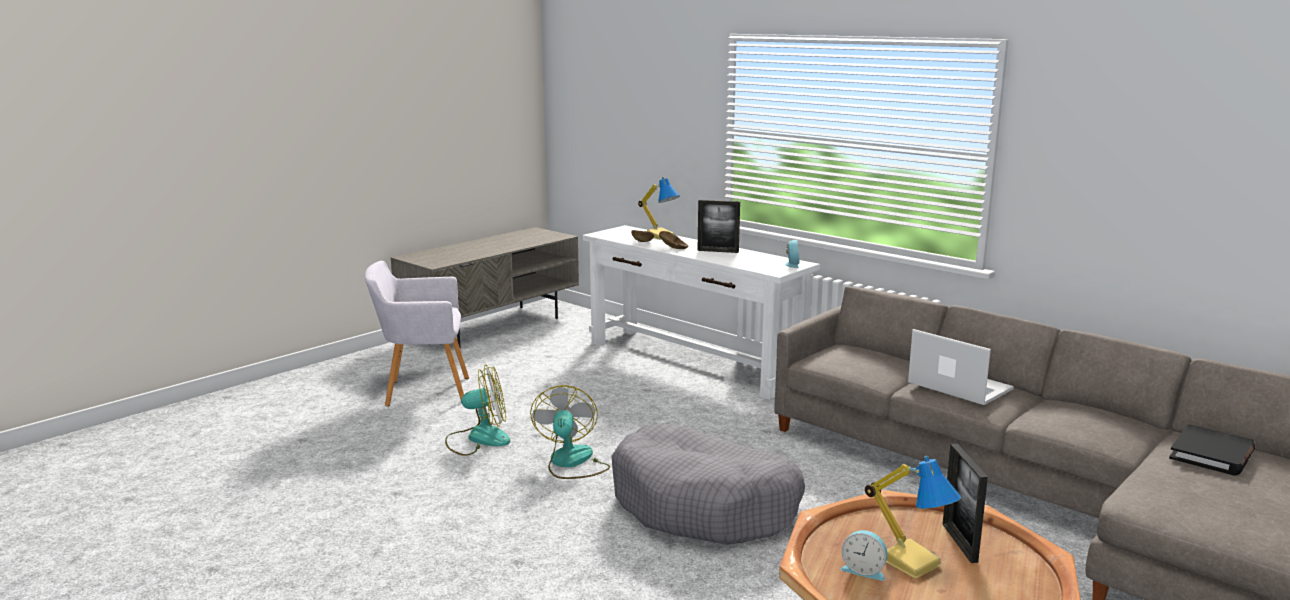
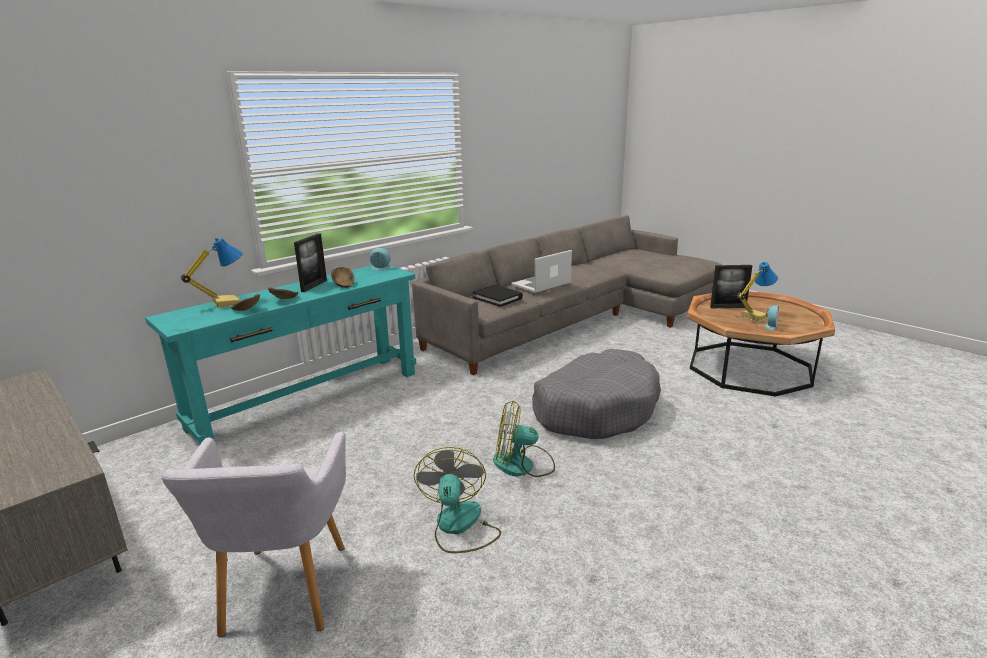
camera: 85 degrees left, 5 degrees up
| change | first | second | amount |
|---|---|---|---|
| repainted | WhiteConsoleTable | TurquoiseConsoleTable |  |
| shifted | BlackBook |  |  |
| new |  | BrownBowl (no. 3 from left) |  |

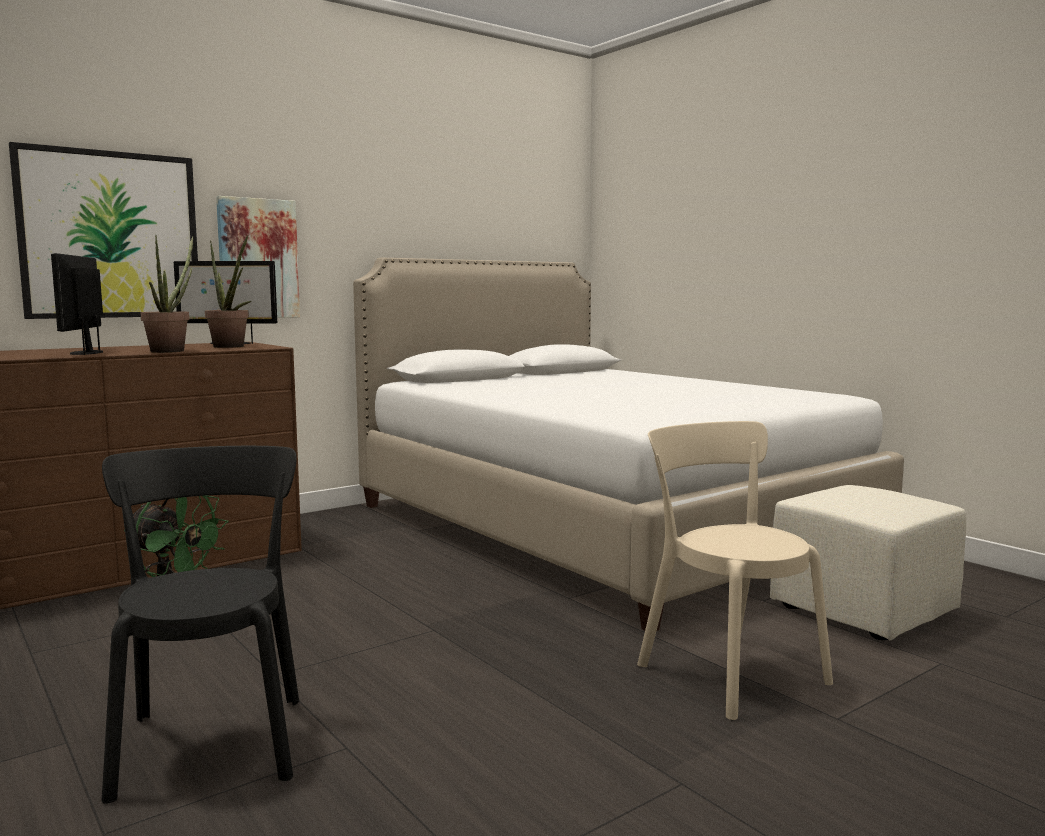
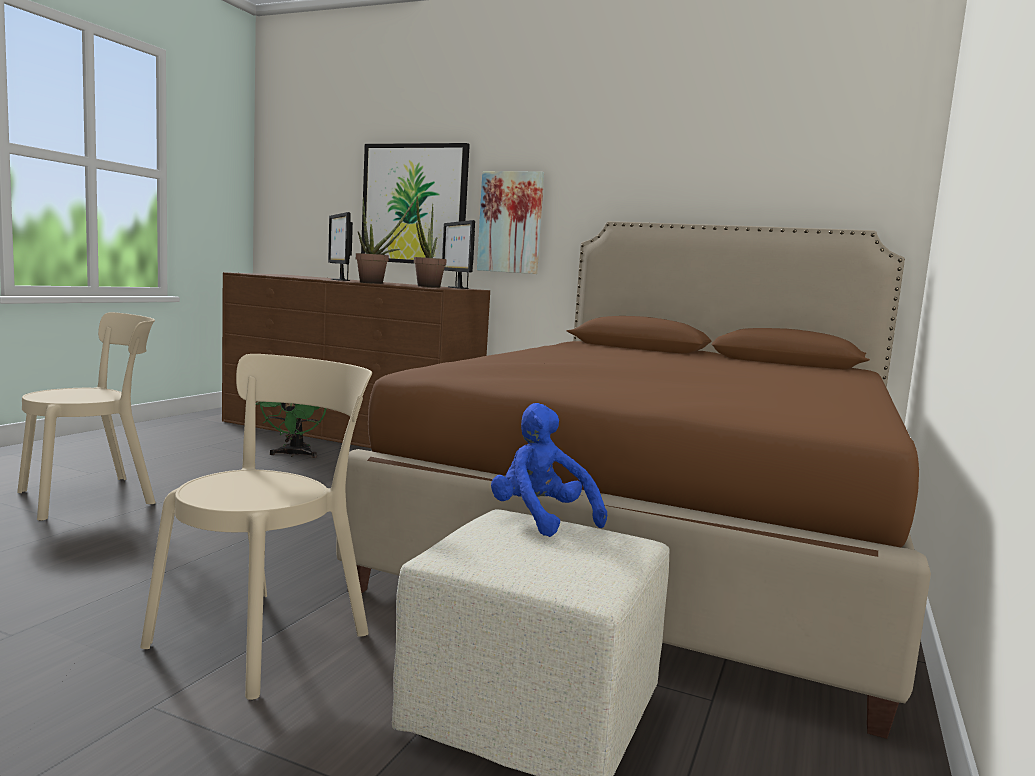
camera: 60 degrees right, 0 degrees up
| change | first | second | amount |
|---|---|---|---|
| rotated | Monitor (no. 1 from left) |  | 75 degrees counterclockwise |
| repainted | WhiteBed | BrownBed |  |
| repainted | BlackChair | BeigeChair (no. 1 from left) |  |
| new |  | BluePlushToy |  |

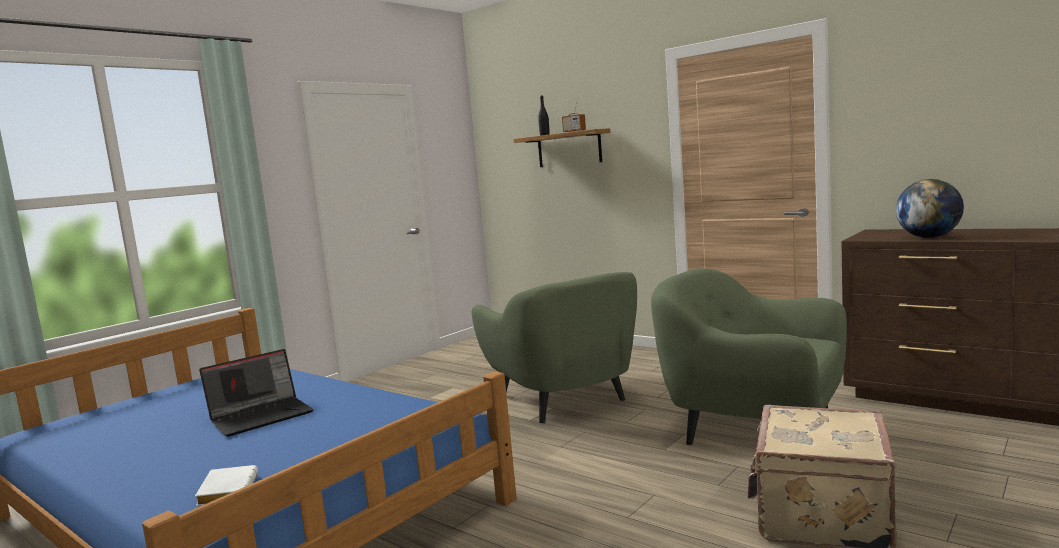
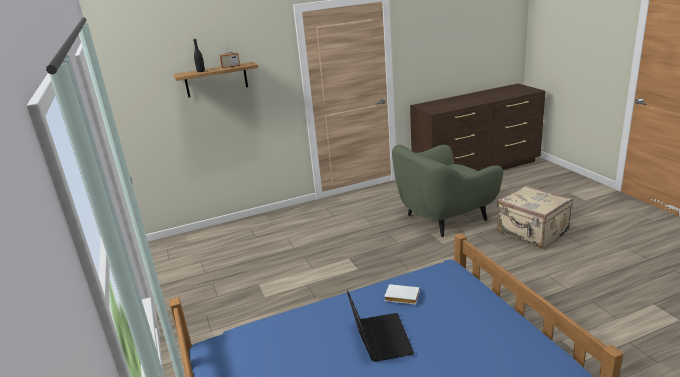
camera: 60 degrees left, 15 degrees up
| change | first | second | amount |
|---|---|---|---|
| gone | Globe |  |  |
| gone | GreenArmchair (no. 1 from left) |  |  |
| shifted | WhiteBook |  |  |

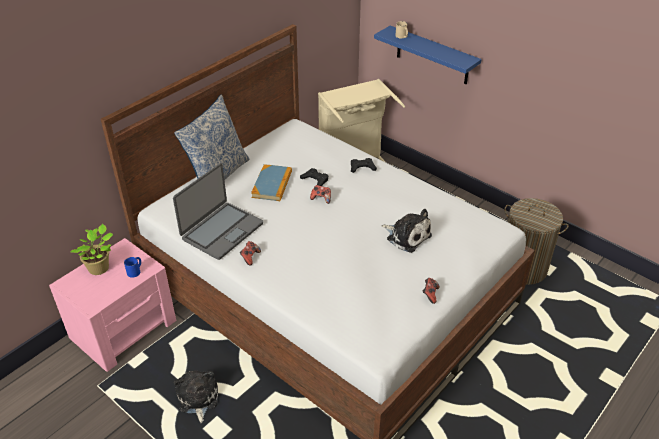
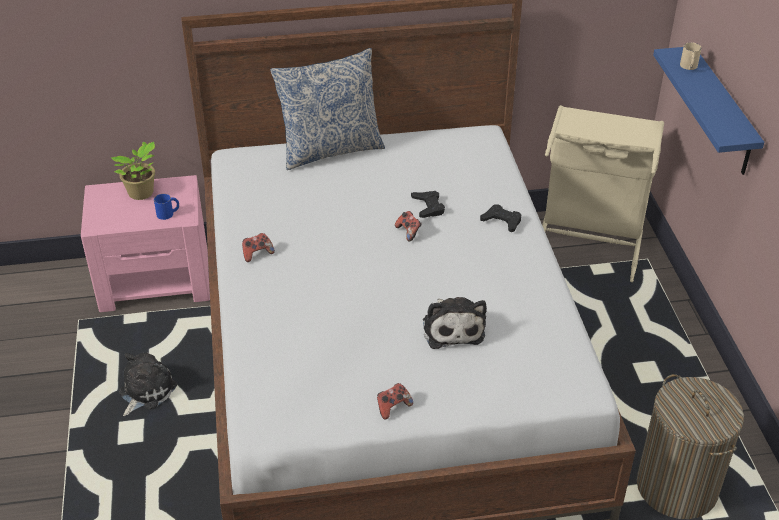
camera: 40 degrees right, 0 degrees up
| change | first | second | amount |
|---|---|---|---|
| gone | Laptop |  |  |
| gone | Book |  |  |

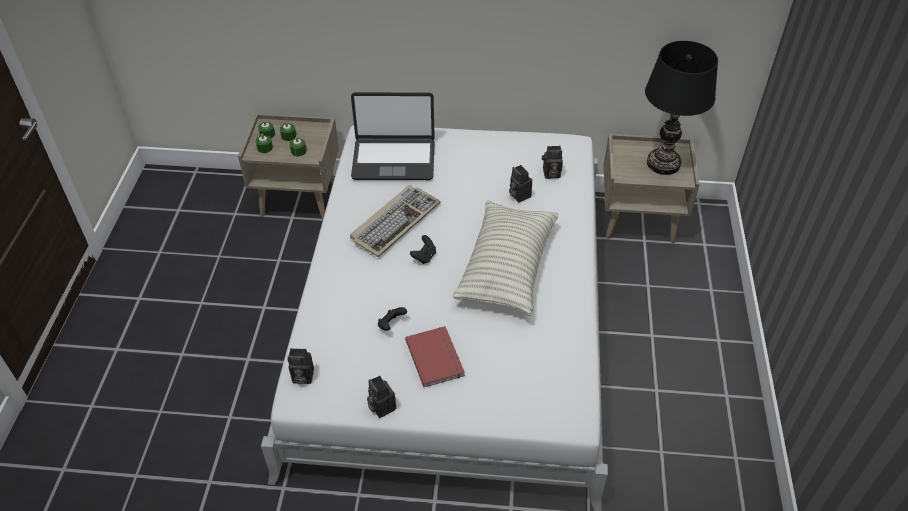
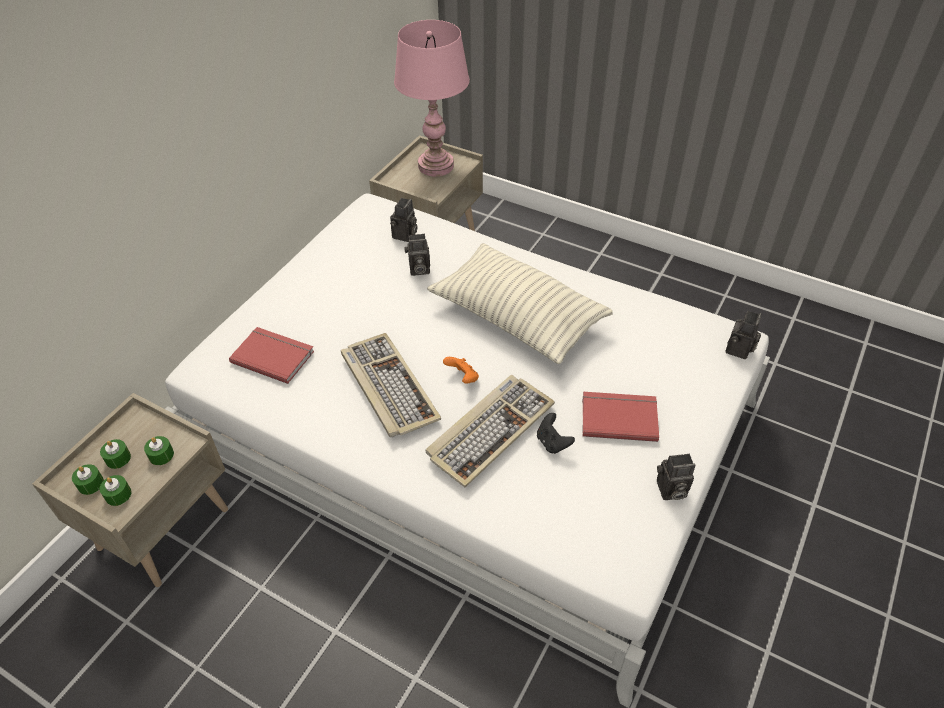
camera: 65 degrees left, 0 degrees up
| change | first | second | amount |
|---|---|---|---|
| repainted | BlackTableLamp | PinkTableLamp |  |
| swapped | Laptop | RedBook (no. 1 from left) |  |
| repainted | BlackGameController (no. 2 from left) | OrangeGameController |  |
| shifted | PhotoCamera (no. 1 from left in the first image) | PhotoCamera (no. 4 from left) |  |
| new |  | Keyboard (no. 2 from left) |  |

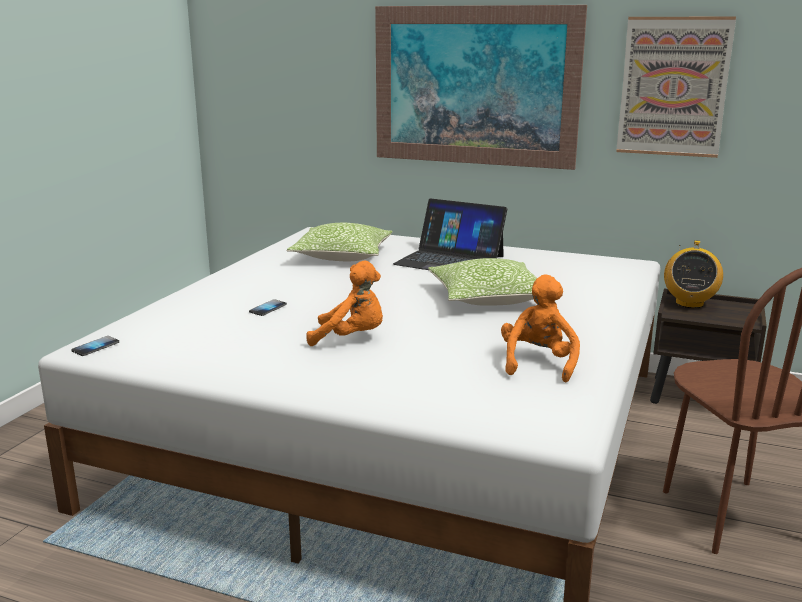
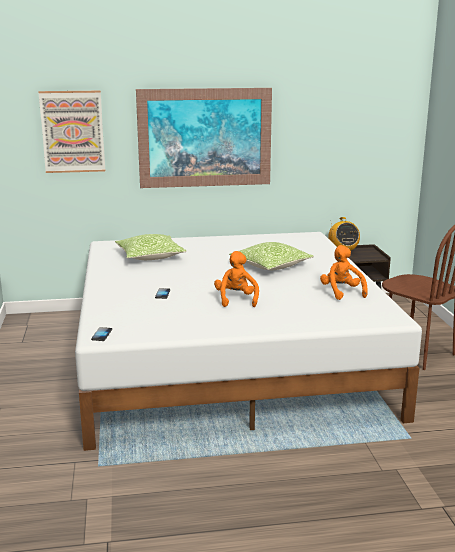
camera: 30 degrees left, 0 degrees up
| change | first | second | amount |
|---|---|---|---|
| shifted | Picture (no. 2 from left in the first image) | Picture (no. 1 from left) |  |
| gone | Laptop |  |  |
| rotated | OrangePlushToy (no. 1 from left) |  | 75 degrees counterclockwise |

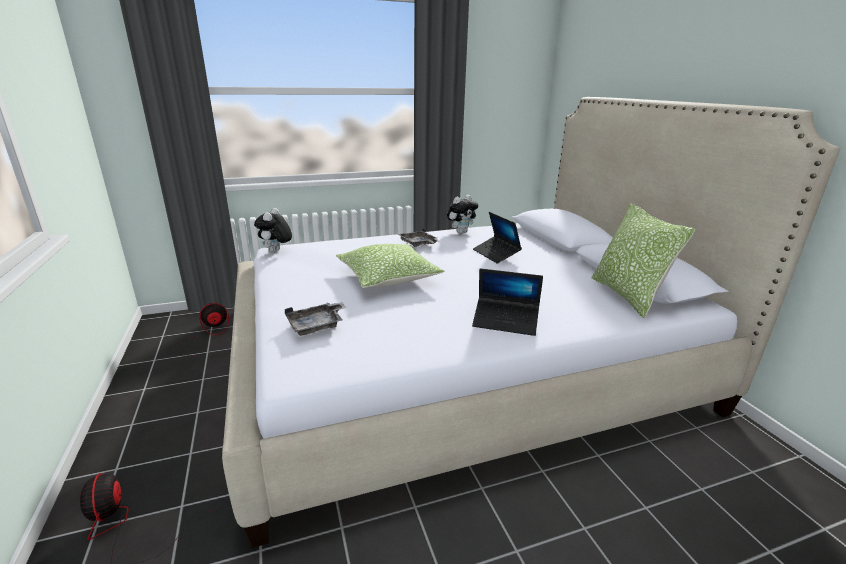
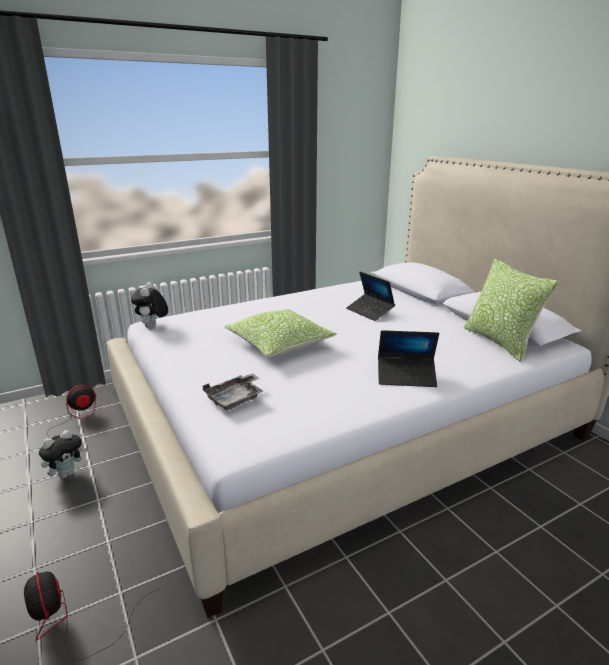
camera: 10 degrees left, 0 degrees up
| change | first | second | amount |
|---|---|---|---|
| shifted | PlushToy (no. 2 from left in the first image) | PlushToy (no. 1 from left) |  |
| gone | GreyTray (no. 2 from left) |  |  |

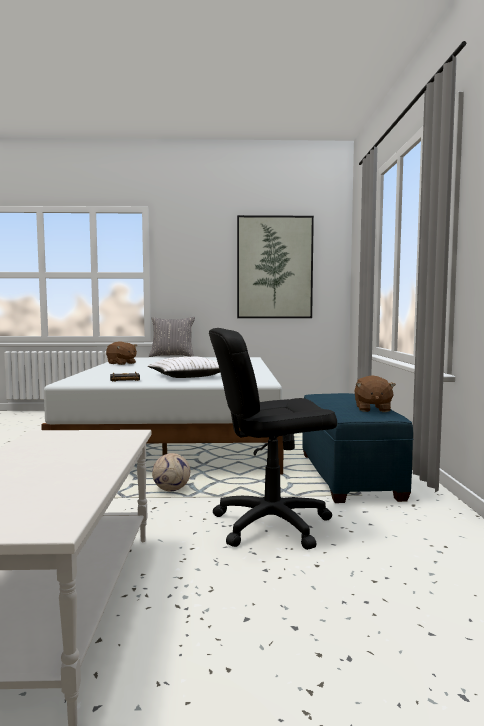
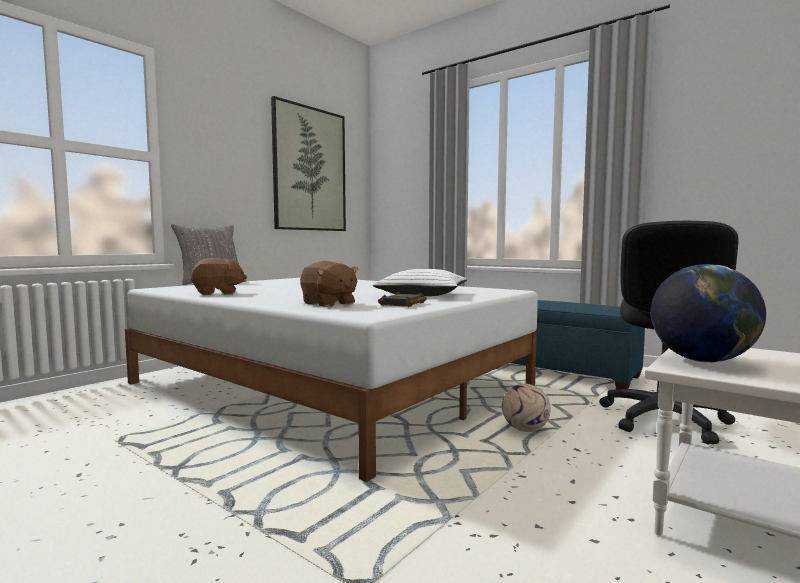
camera: 50 degrees left, 0 degrees up
| change | first | second | amount |
|---|---|---|---|
| shifted | BrownPlushToy (no. 2 from left) |  |  |
| new |  | Globe |  |

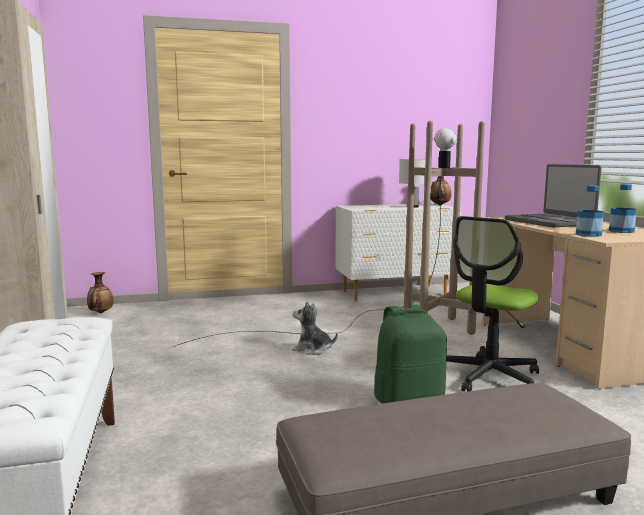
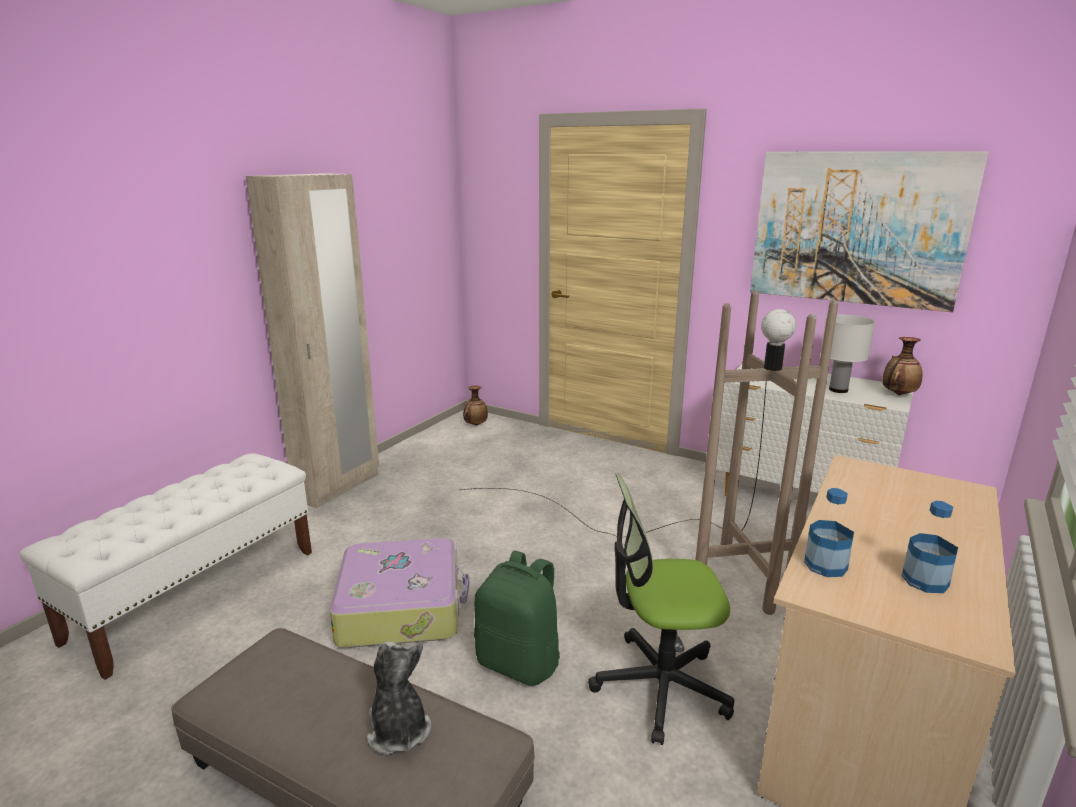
camera: 45 degrees right, 10 degrees up
| change | first | second | amount |
|---|---|---|---|
| gone | Laptop |  |  |
| shifted | PlushToy |  |  |
| new |  | Picture |  |
| new |  | Suitcase |  |

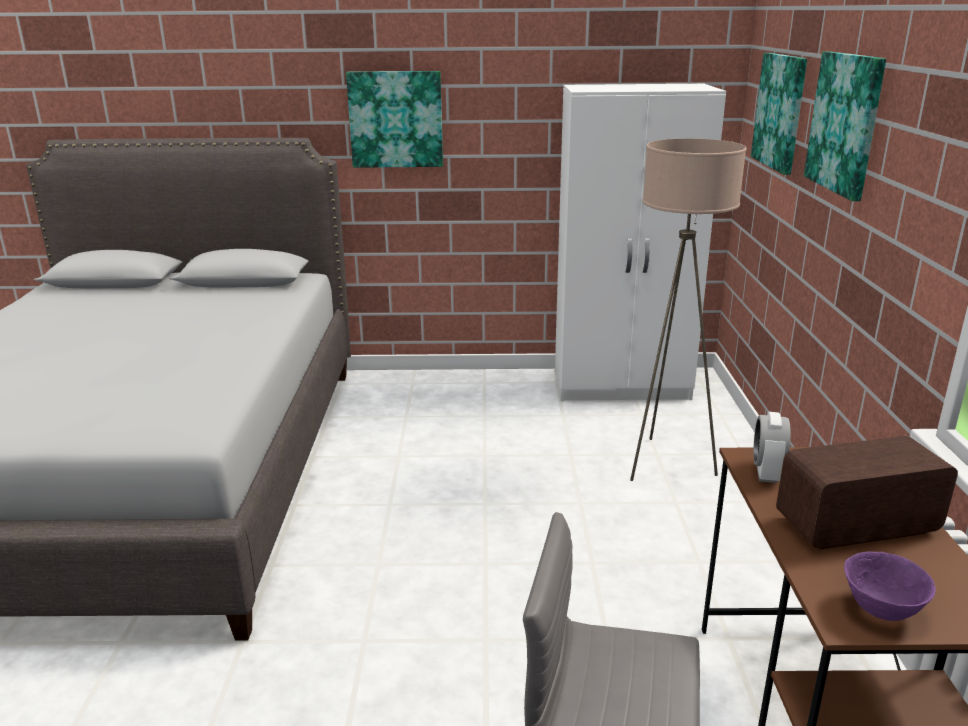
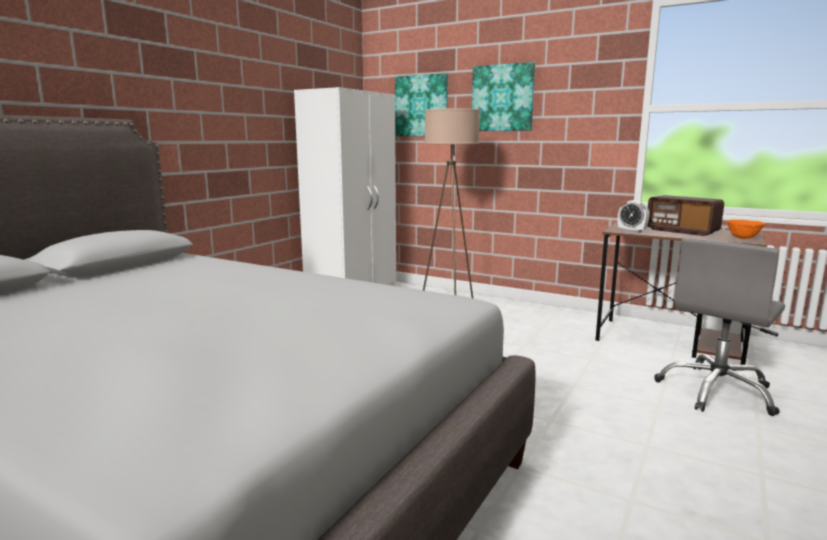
camera: 60 degrees left, 10 degrees down
| change | first | second | amount |
|---|---|---|---|
| gone | Picture (no. 1 from left) |  |  |
| rotated | Radio |  | 60 degrees counterclockwise |
| repainted | PurpleBowl | OrangeBowl |  |

